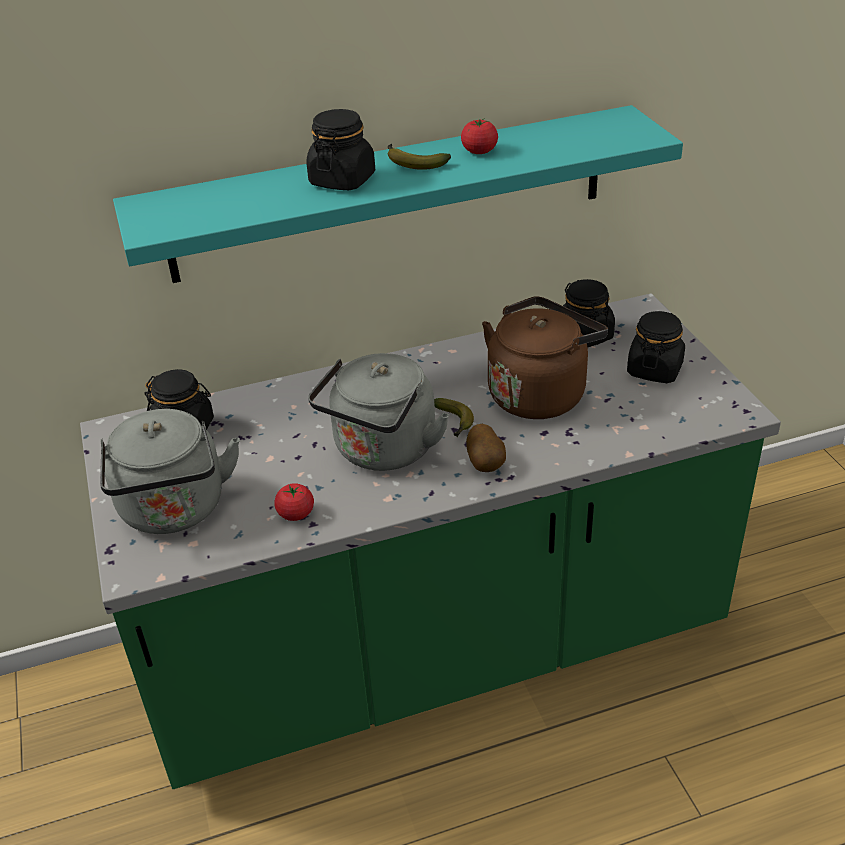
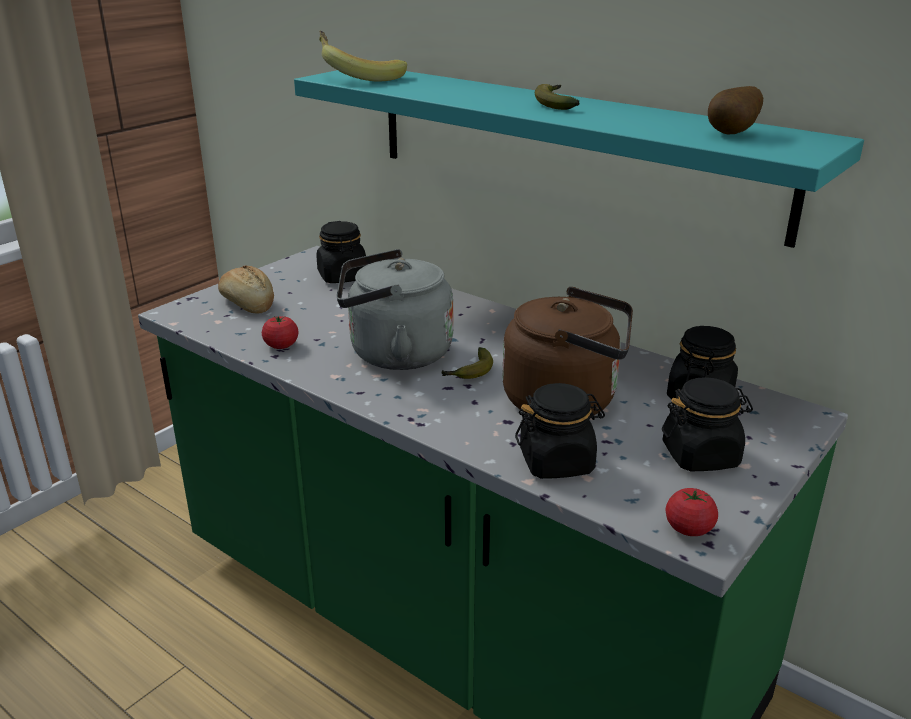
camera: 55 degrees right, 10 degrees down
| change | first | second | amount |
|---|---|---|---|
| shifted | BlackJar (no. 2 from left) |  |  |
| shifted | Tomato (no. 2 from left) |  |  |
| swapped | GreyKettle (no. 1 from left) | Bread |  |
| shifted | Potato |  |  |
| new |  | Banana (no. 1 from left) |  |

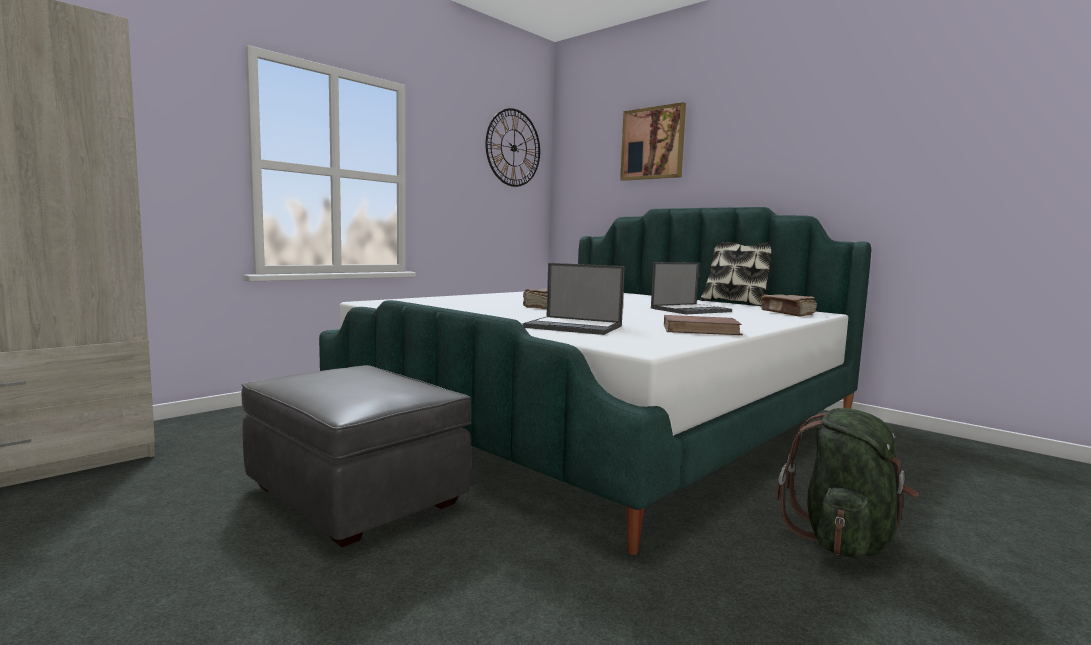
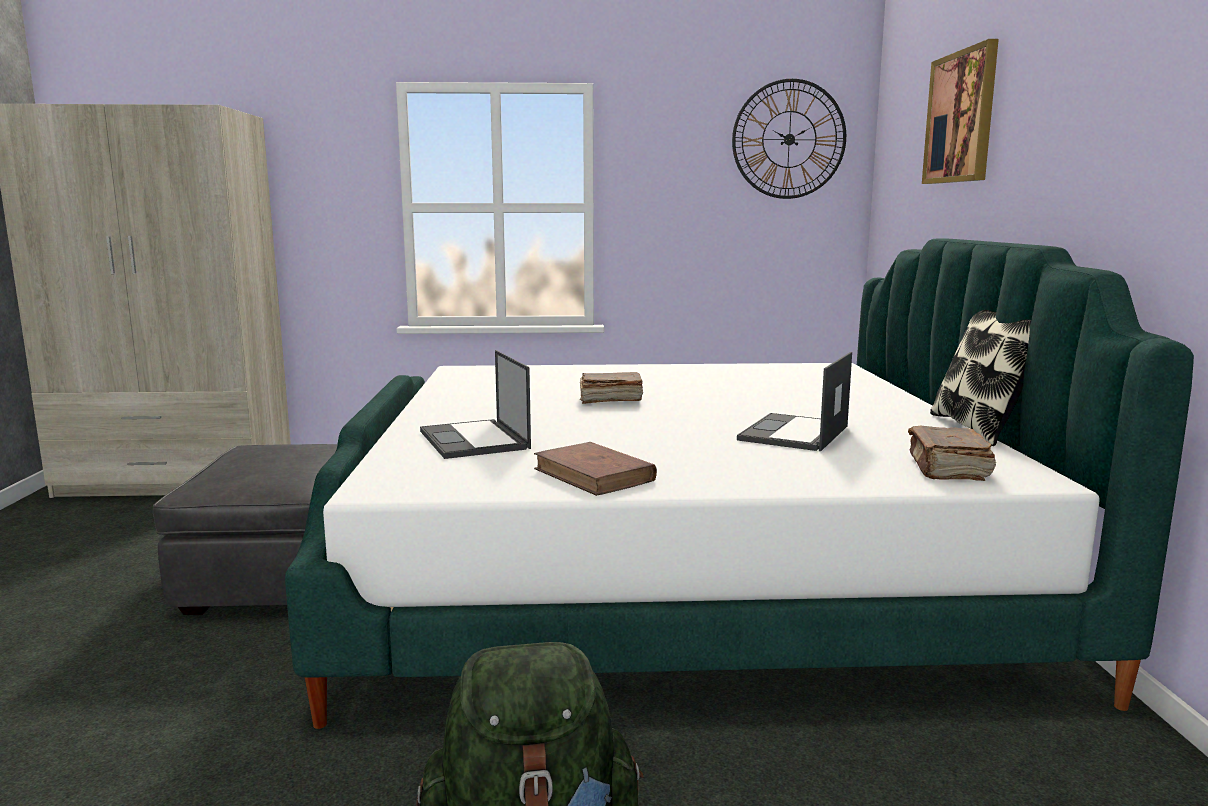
camera: 45 degrees right, 5 degrees up
| change | first | second | amount |
|---|---|---|---|
| rotated | Laptop (no. 2 from left) |  | 105 degrees clockwise |

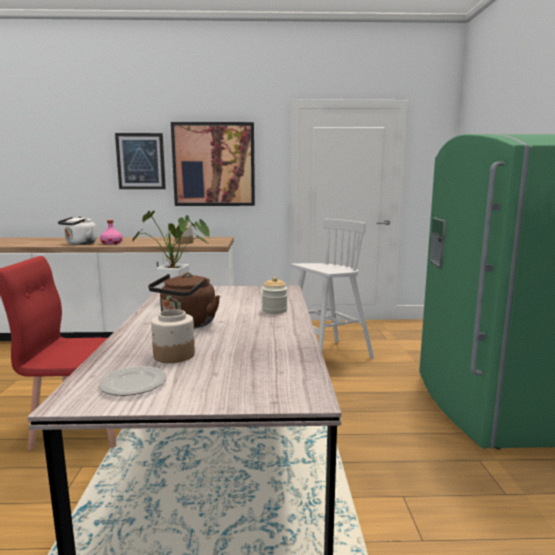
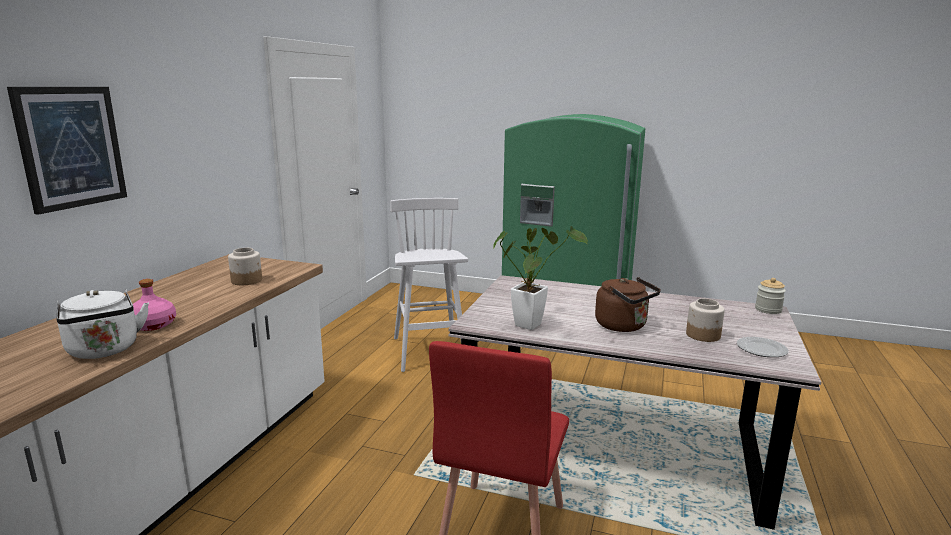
camera: 70 degrees left, 5 degrees up
| change | first | second | amount |
|---|---|---|---|
| gone | Picture (no. 2 from left) |  |  |
| shifted | Jar (no. 3 from left) |  |  |

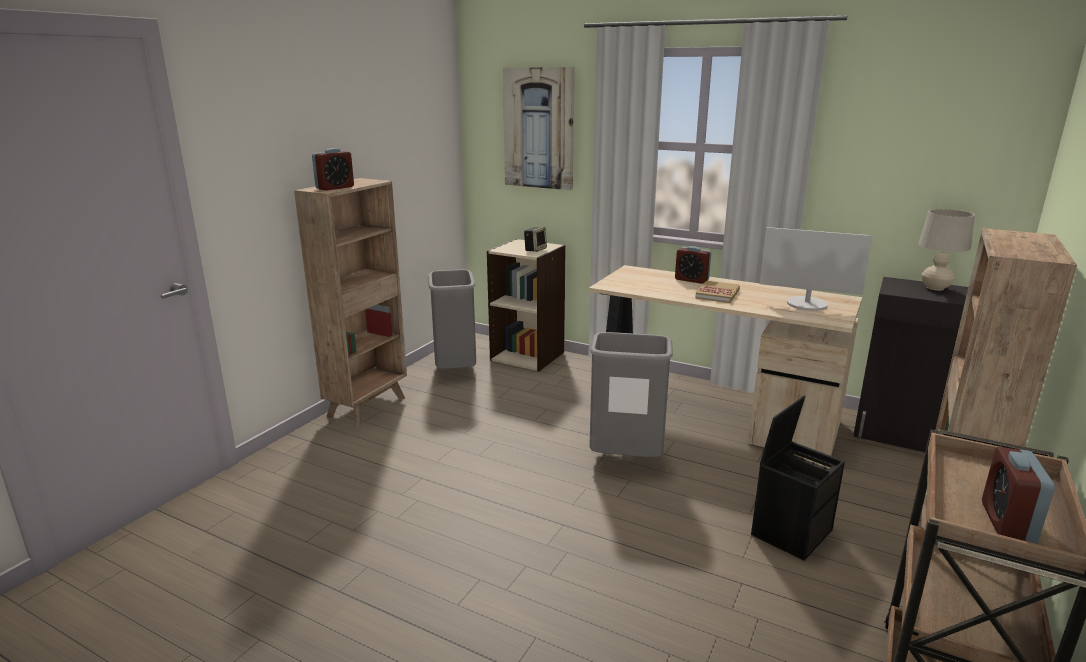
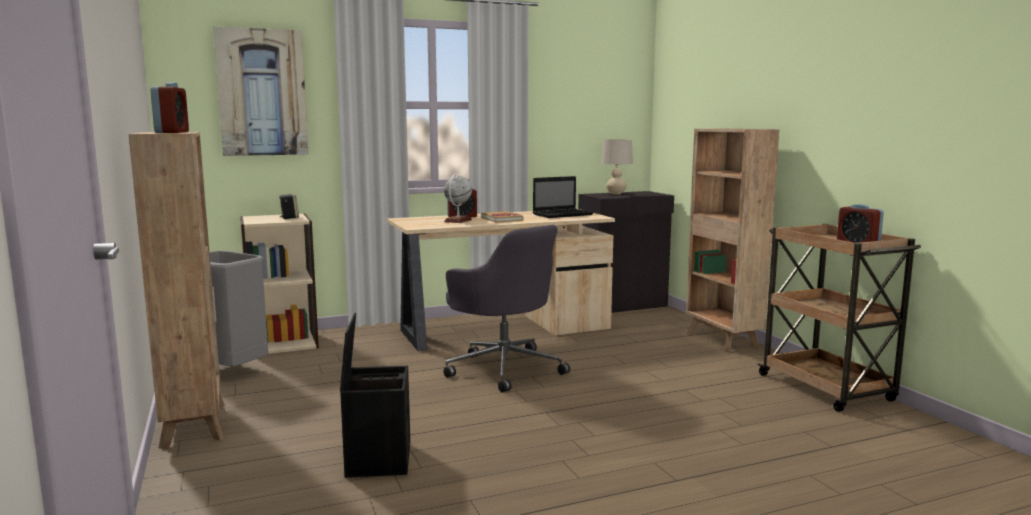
camera: 50 degrees left, 10 degrees down
| change | first | second | amount |
|---|---|---|---|
| swapped | Monitor | Laptop |  |
| swapped | GreyTrashCan (no. 2 from left) | GreyOfficeChair |  |
| shifted | BlackStorageBox |  |  |
| new |  | Globe |  |

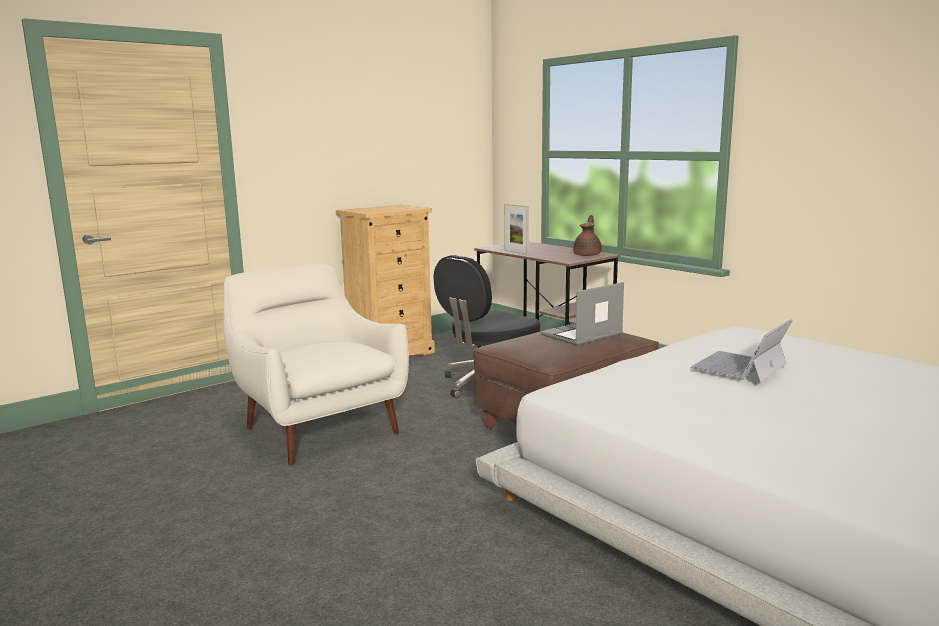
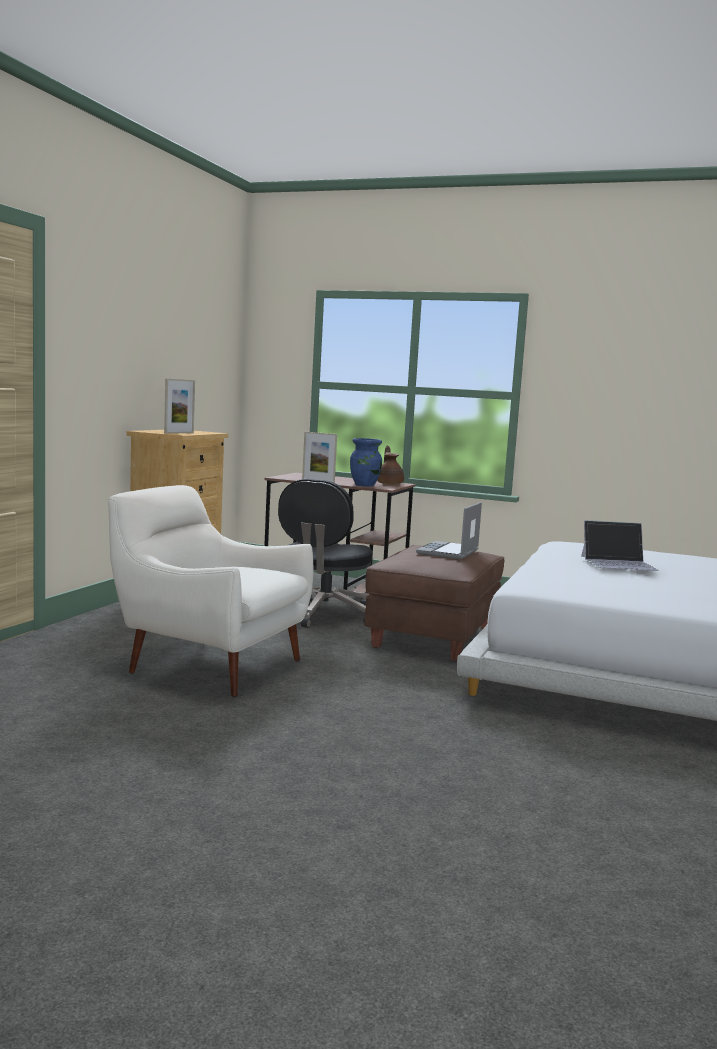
camera: 30 degrees left, 5 degrees down
| change | first | second | amount |
|---|---|---|---|
| rotated | Laptop (no. 2 from left) |  | 105 degrees counterclockwise |
| new |  | PictureFrame (no. 1 from left) |  |
| new |  | BlueVase |  |

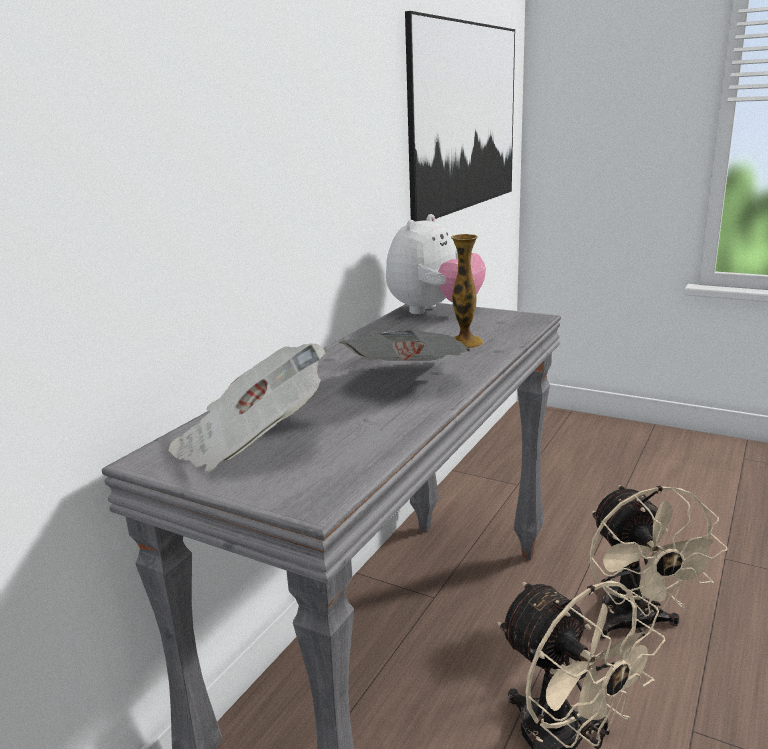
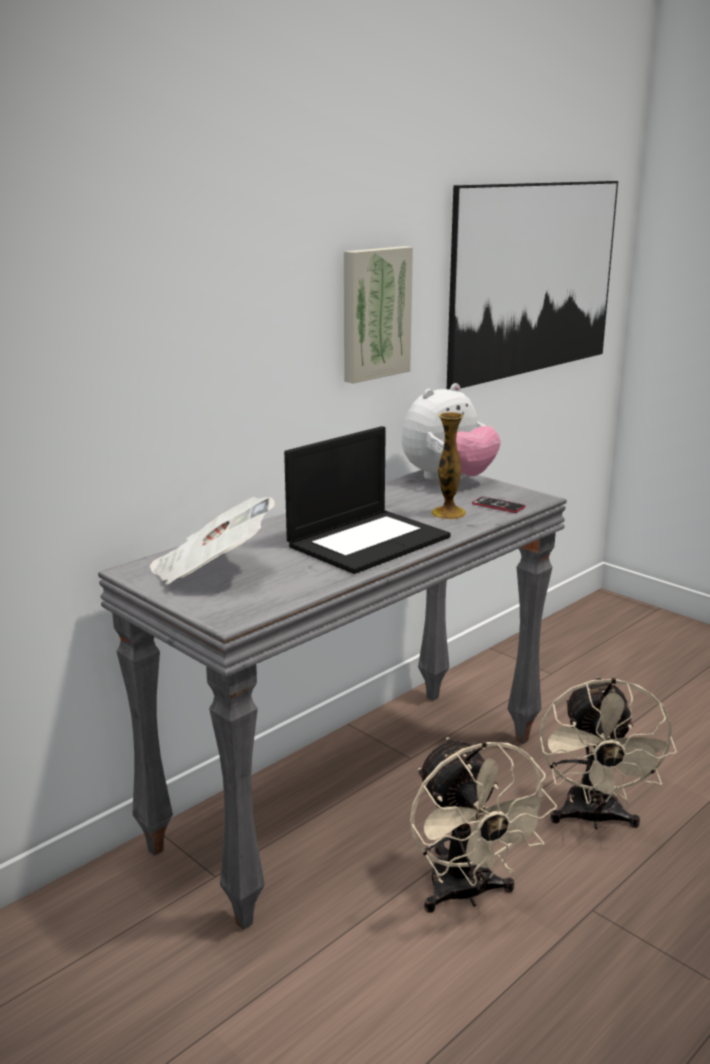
camera: 15 degrees right, 0 degrees up
| change | first | second | amount |
|---|---|---|---|
| swapped | Newspaper (no. 2 from left) | Laptop |  |
| new |  | Picture (no. 1 from left) |  |
| new |  | Phone |  |

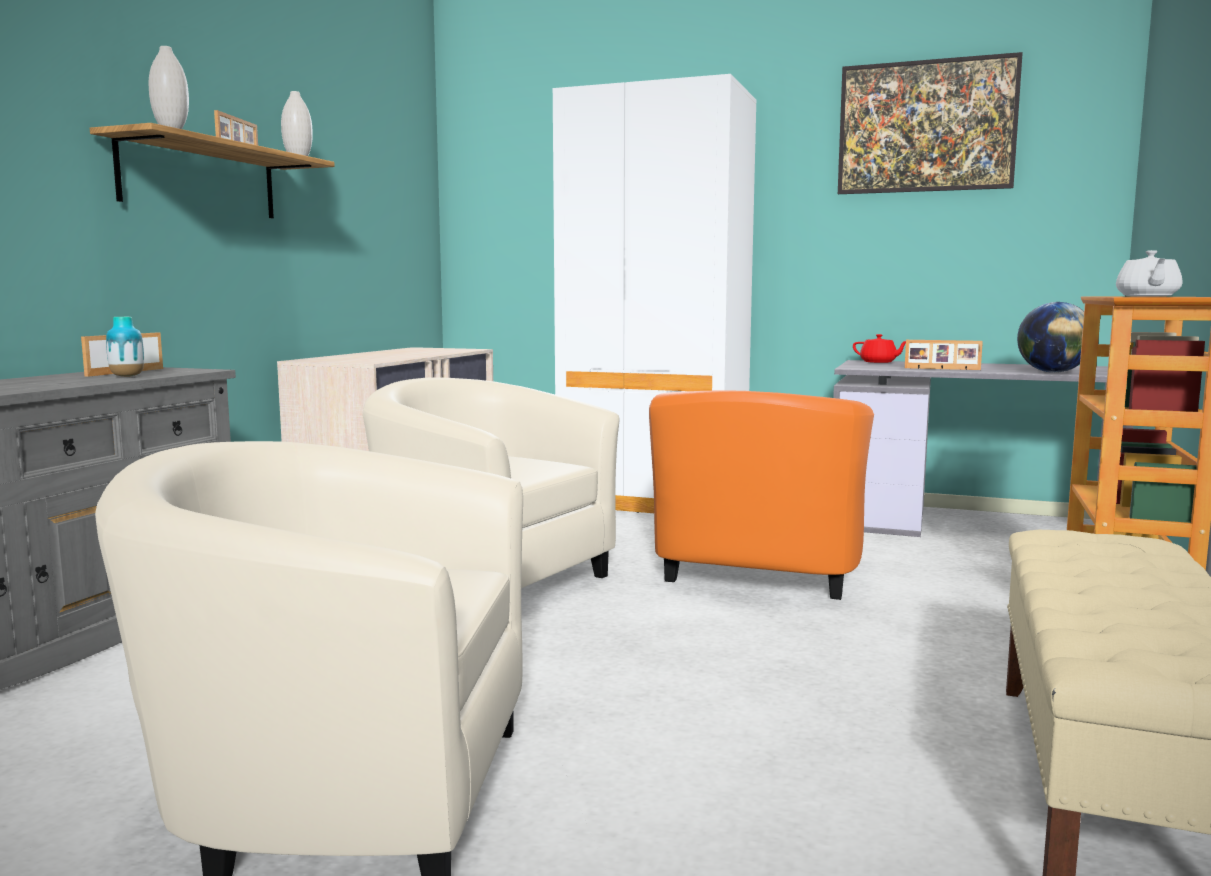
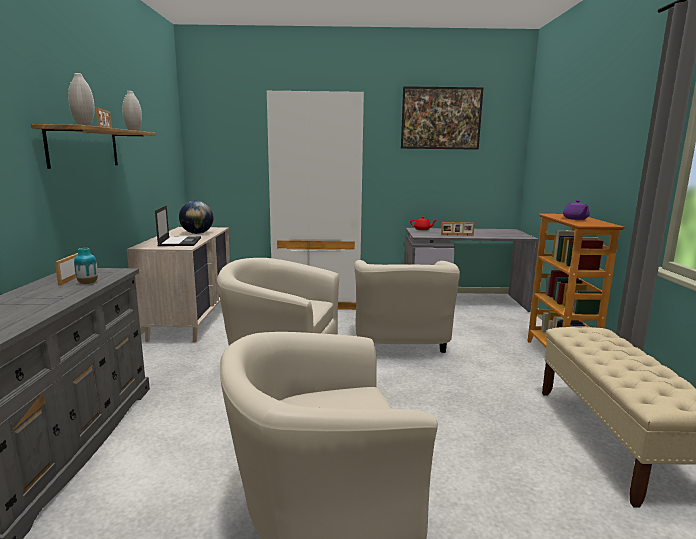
camera: 20 degrees left, 5 degrees up
| change | first | second | amount |
|---|---|---|---|
| repainted | WhiteTeapot | PurpleTeapot |  |
| shifted | Globe |  |  |
| repainted | OrangeArmchair | BeigeArmchair (no. 3 from left) |  |
| new |  | Laptop |  |

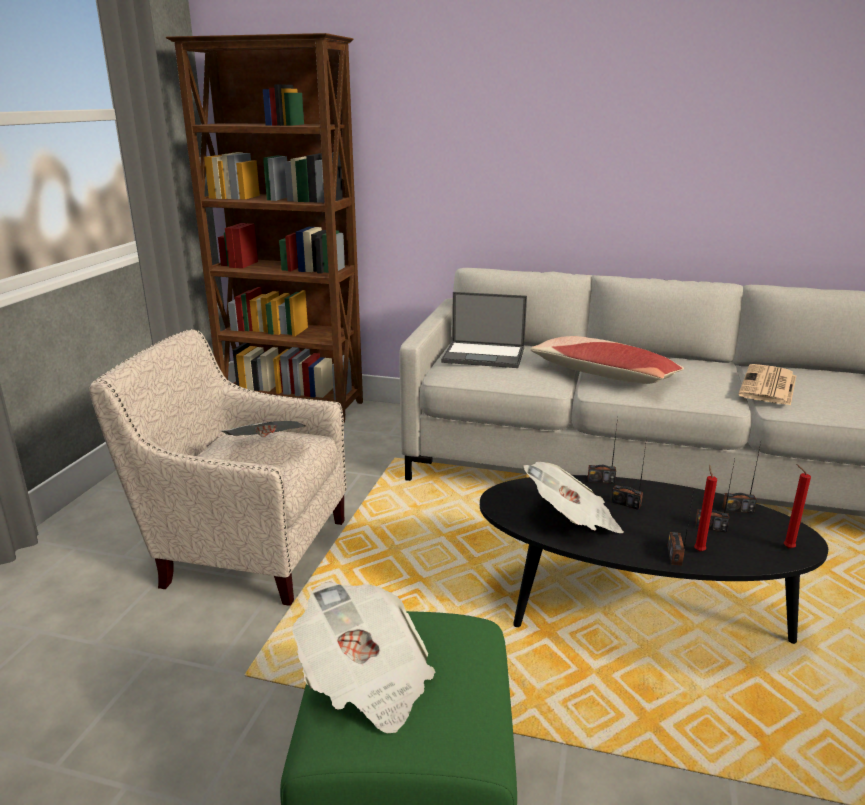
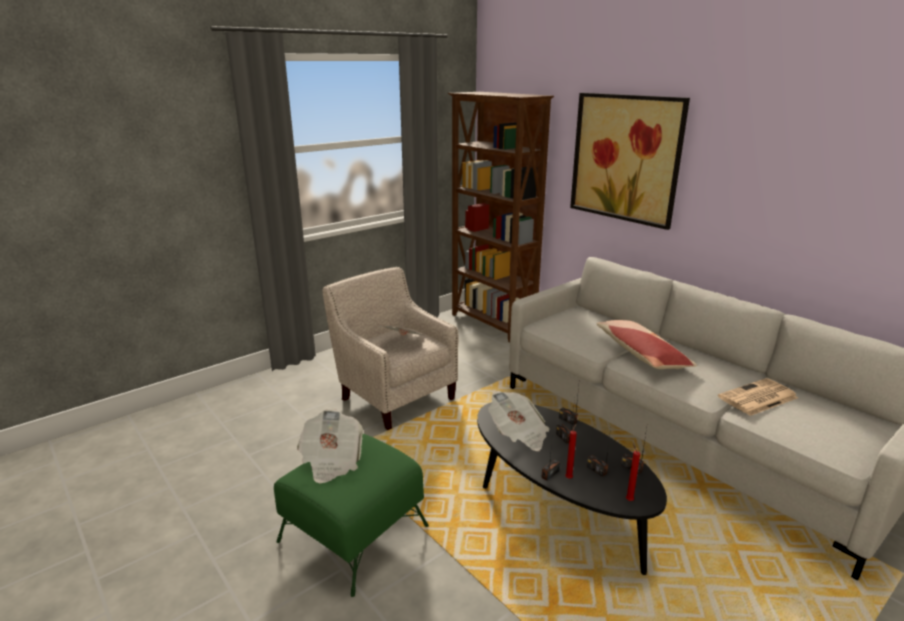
camera: 35 degrees right, 0 degrees up
| change | first | second | amount |
|---|---|---|---|
| gone | Laptop |  |  |
| new |  | Picture |  |

